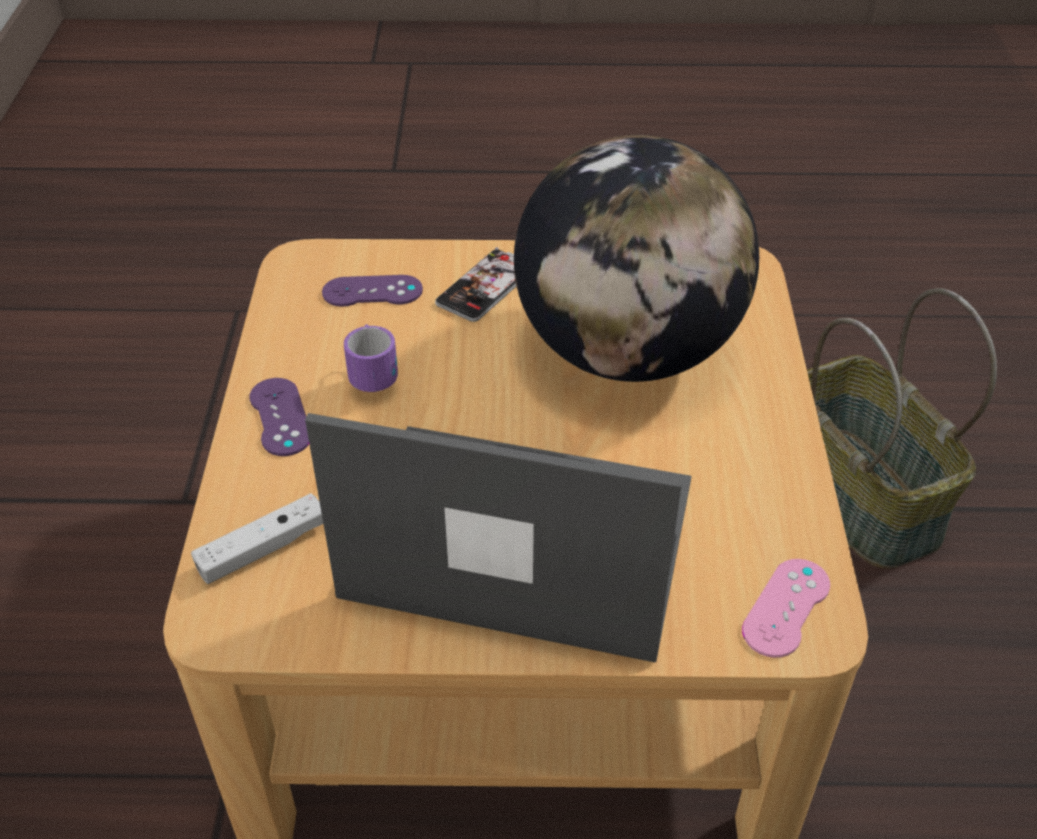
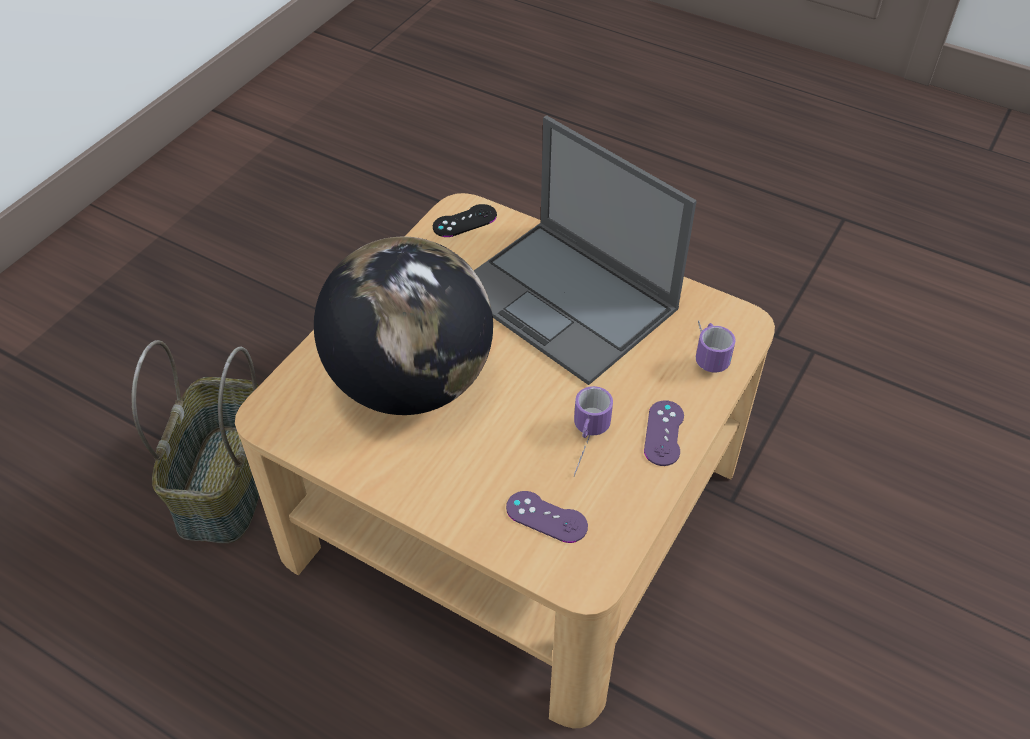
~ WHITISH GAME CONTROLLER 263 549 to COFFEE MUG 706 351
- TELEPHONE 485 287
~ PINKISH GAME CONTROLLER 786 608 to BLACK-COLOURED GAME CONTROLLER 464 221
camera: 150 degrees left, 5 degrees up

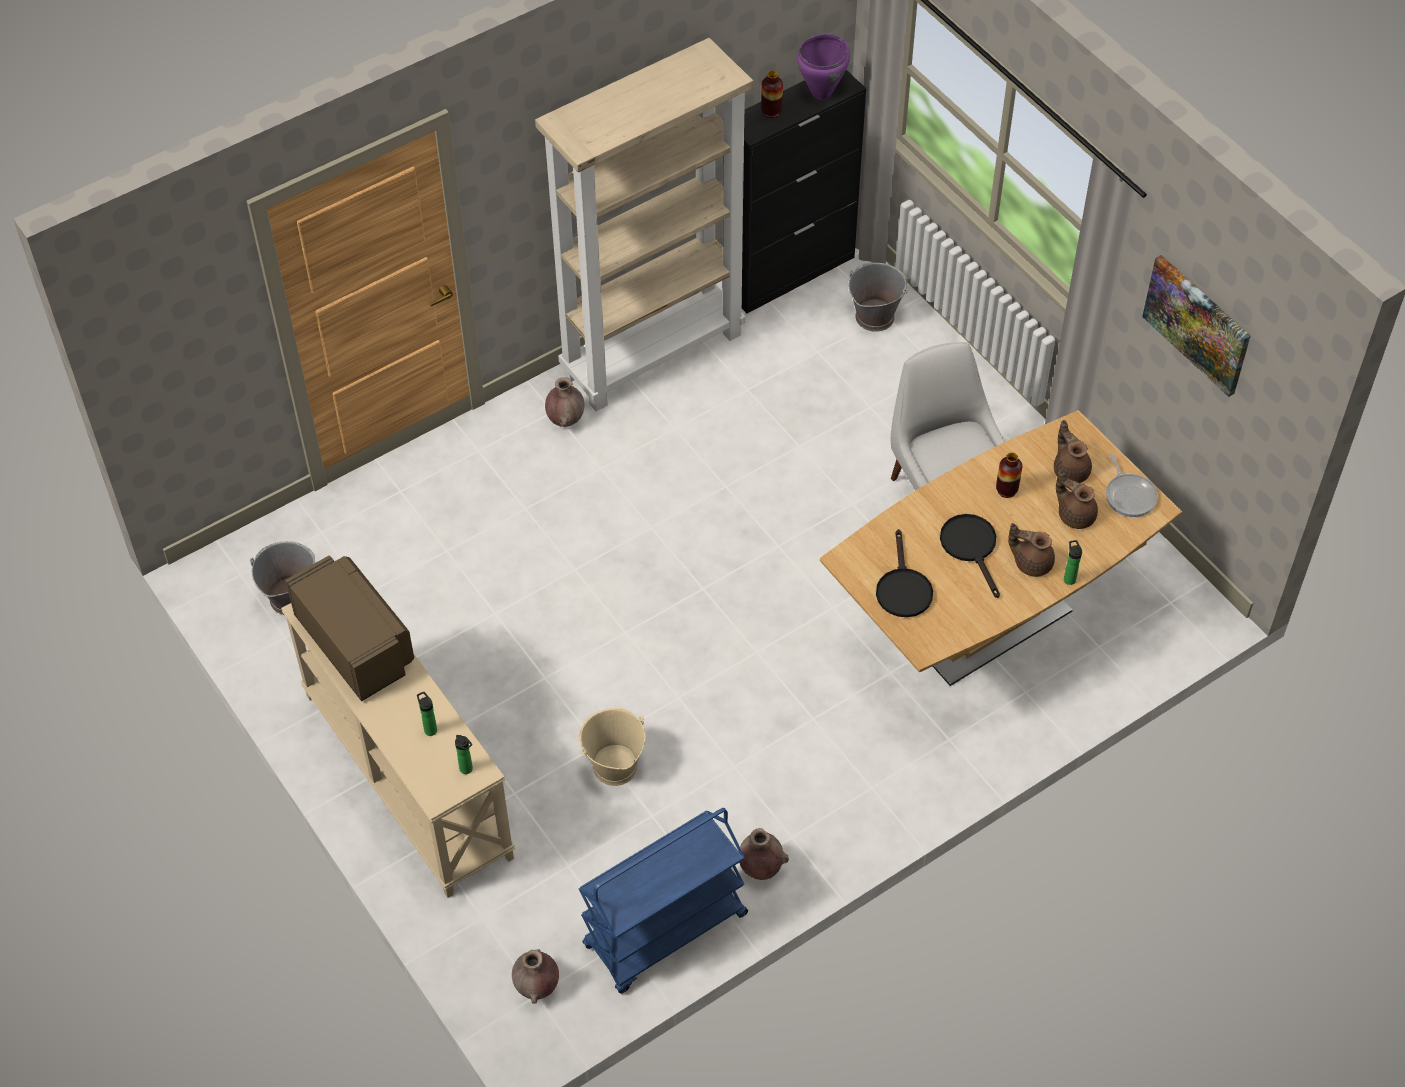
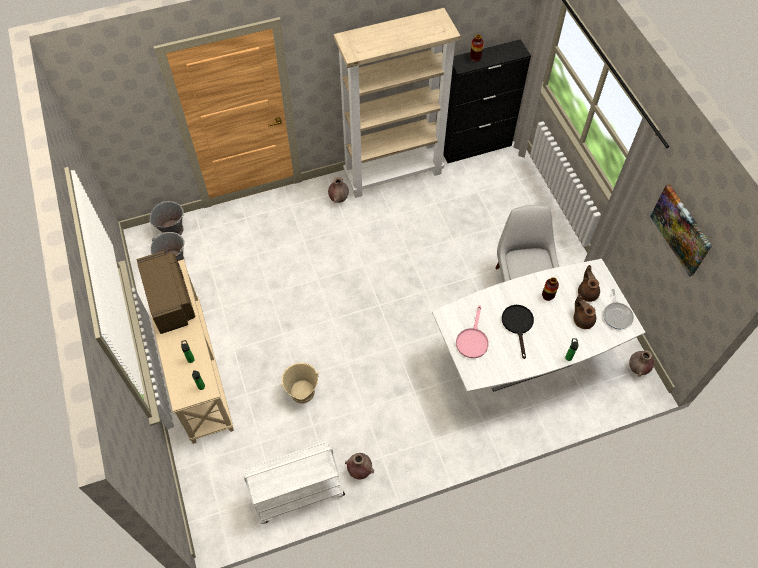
~ BROWNISH FLOWER VASE 537 987 to 637 369
~ BLUE-COLOURED CART 665 932 to WHITISH CART 297 494
- PURPLISH STOCKPOT 822 92
~ BROWNISH DINNER TABLE 987 622 to WHITISH DINNER TABLE 523 360
~ GRAY BUCKET 874 316 to 172 229
~ BLACK-COLOURED FRYING PAN 902 588 to PINKISH FRYING PAN 472 339
- BROWNISH TEA POT 1031 562
camera: 15 degrees right, 5 degrees up

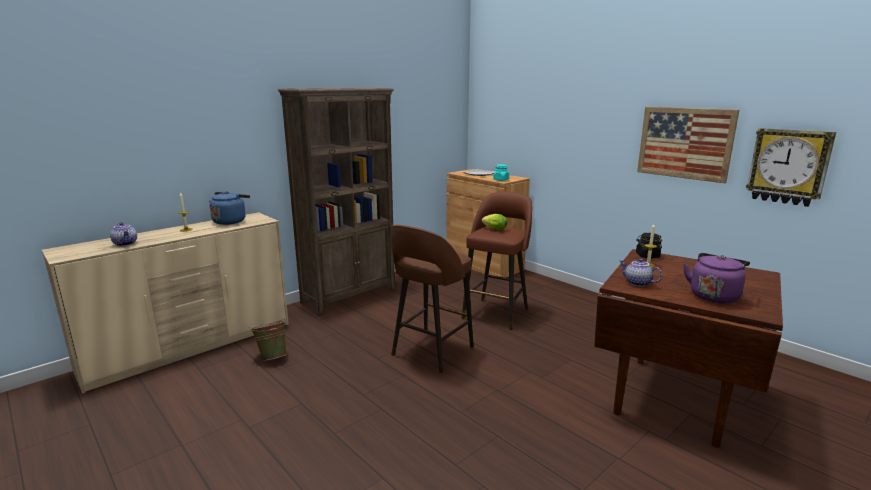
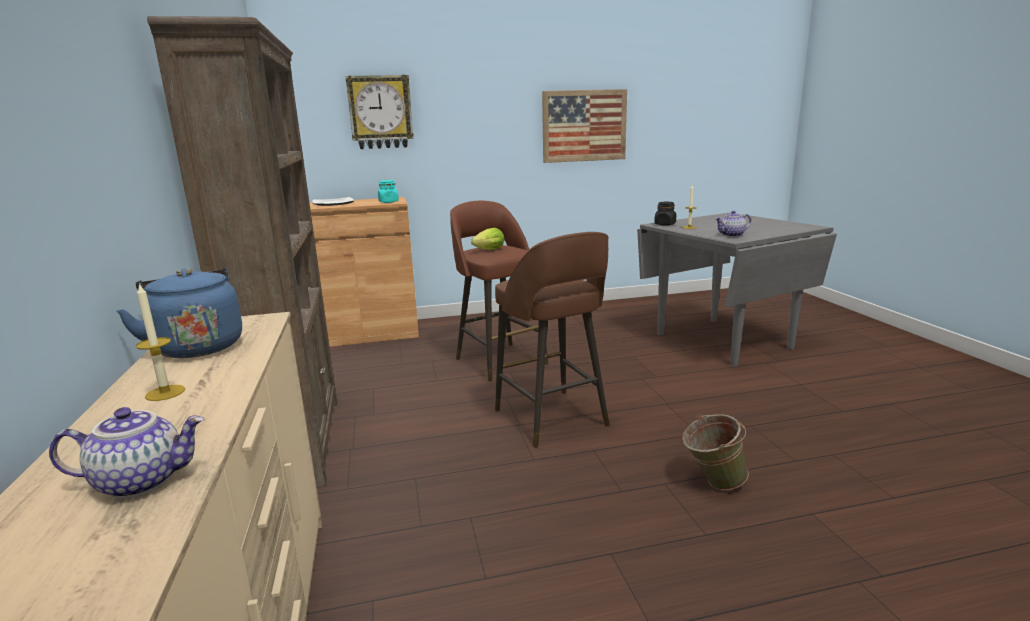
~ GREENISH BUCKET 272 357 to 712 483
~ BROWNISH DINNER TABLE 674 399 to GRAY DINNER TABLE 723 340
- PURPLISH KETTLE 714 296
~ WALL CLOCK 788 166 to 380 112
camera: 60 degrees left, 0 degrees up

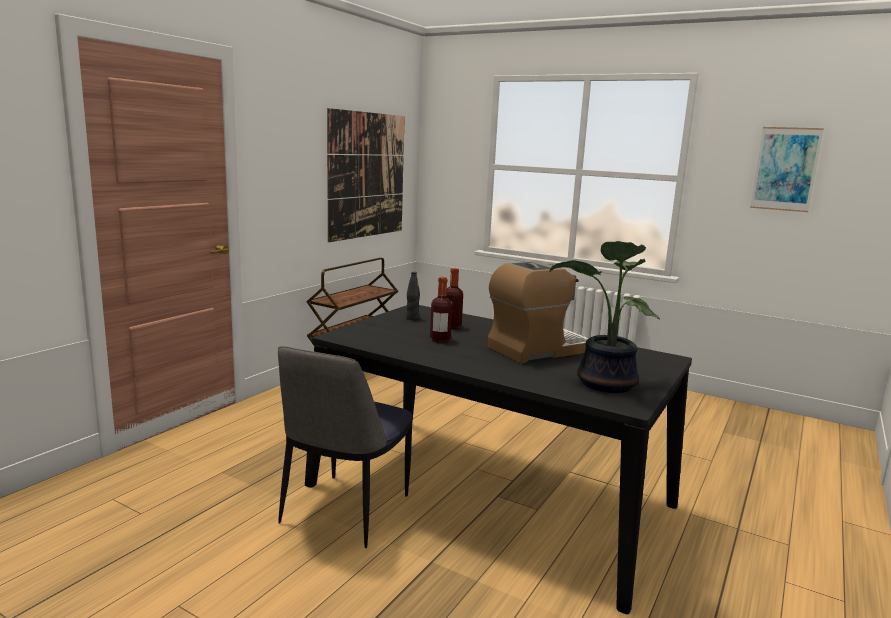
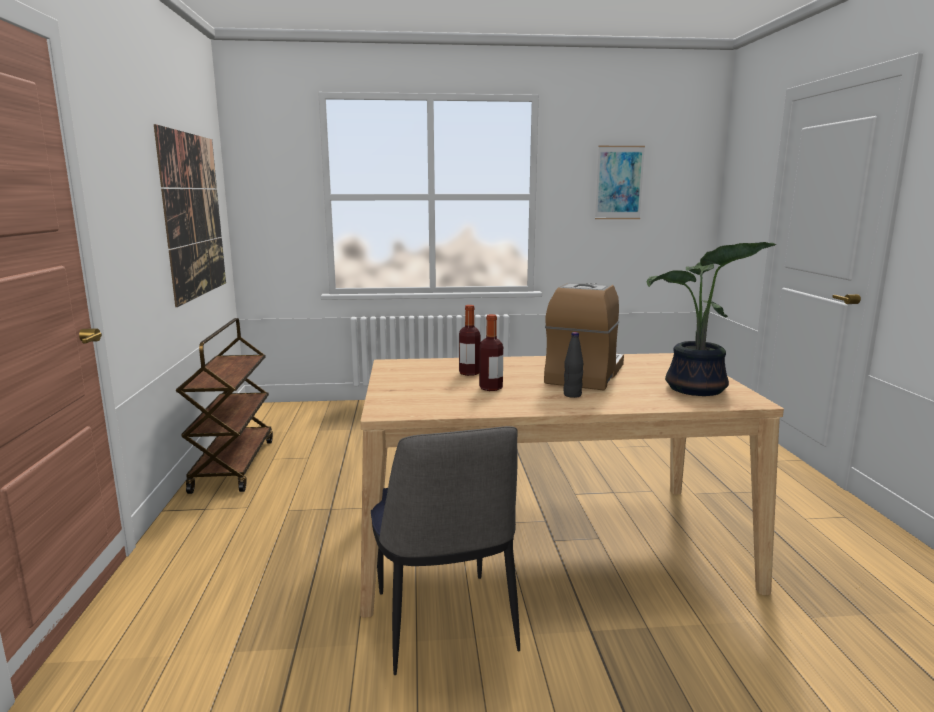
~ BLACK-COLOURED DINNER TABLE 490 495 to BEIGE DINNER TABLE 547 542
~ BLACK-COLOURED BEVERAGE BOTTLE 412 318 to 572 395
camera: 35 degrees left, 0 degrees up

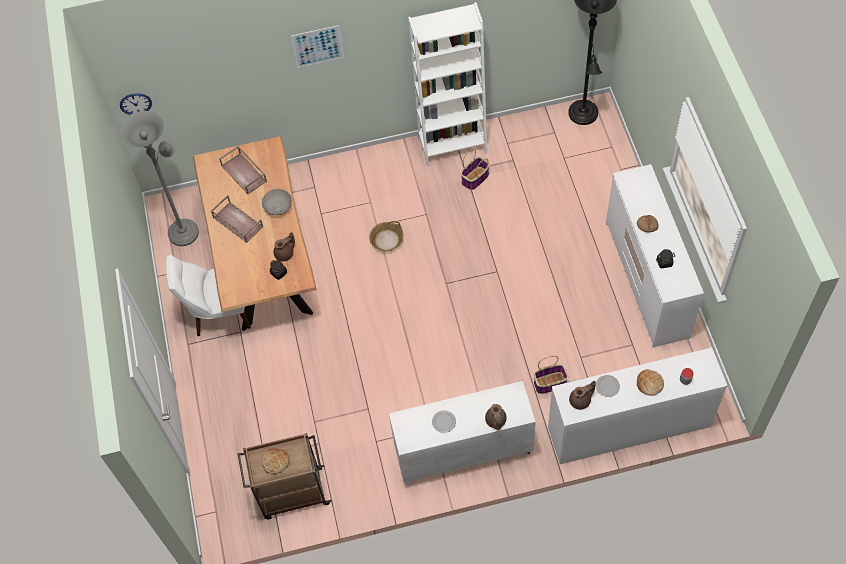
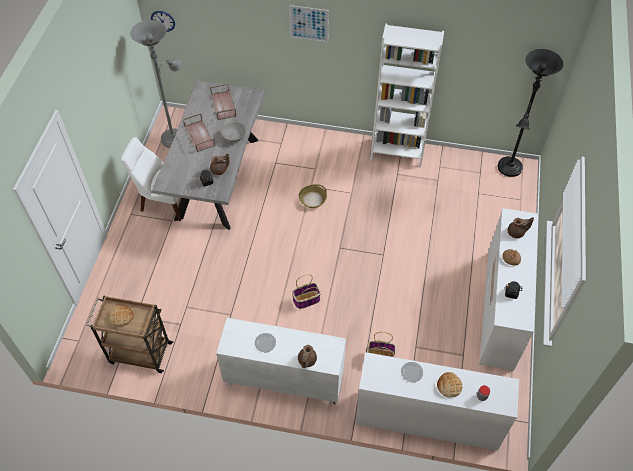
~ BROWNISH DINNER TABLE 264 260 to GRAY DINNER TABLE 217 178
~ STORAGE BASKET 475 179 to 306 300
~ BROWNISH TEA POT 581 400 to 516 232
camera: 20 degrees right, 5 degrees down

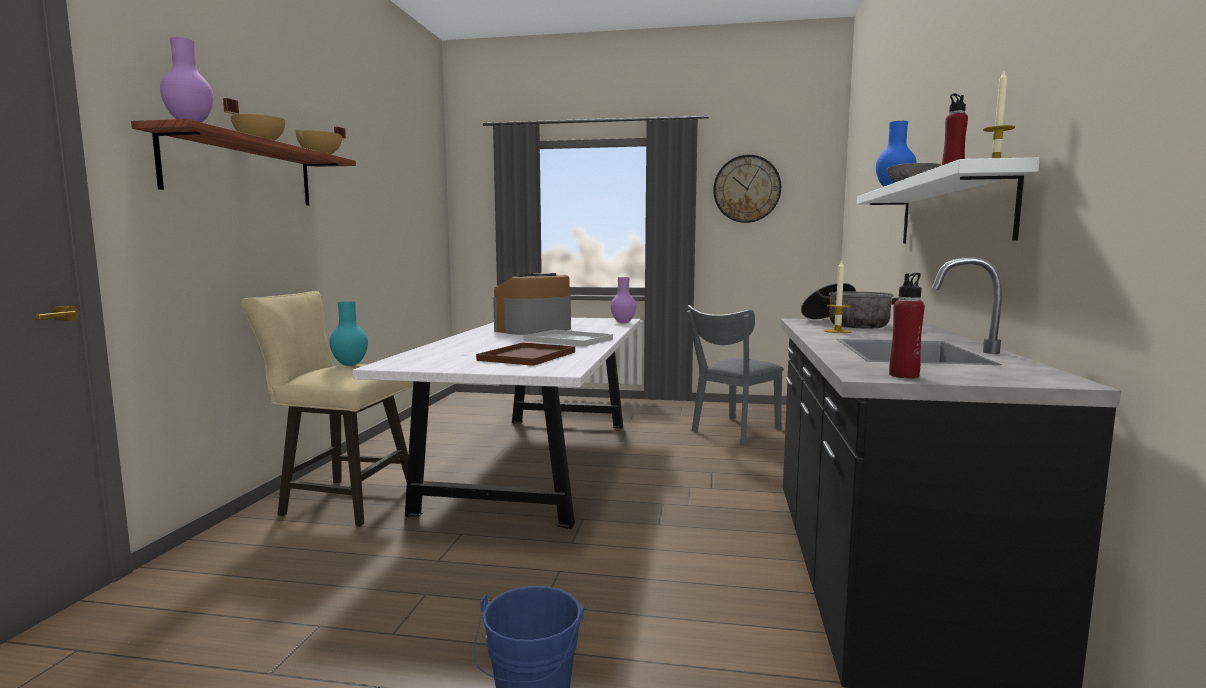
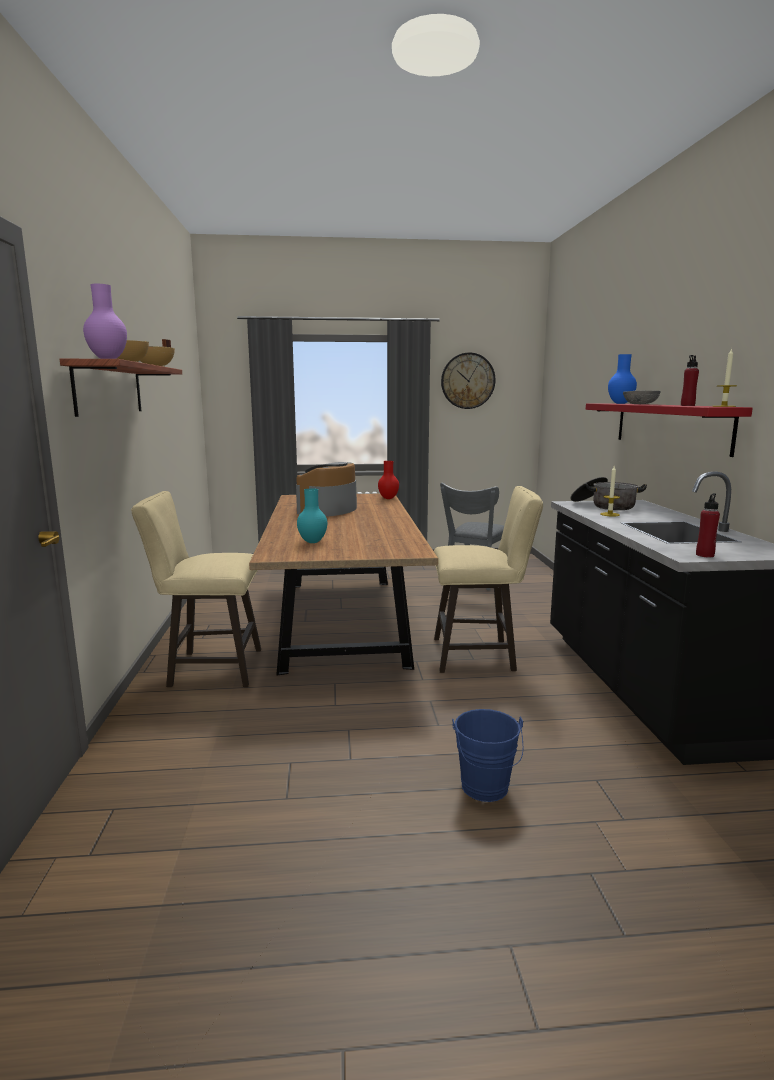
~ BLUE-GREEN FLOWER VASE 350 364 to 312 542
~ WHITISH DINNER TABLE 536 461 to BROWNISH DINNER TABLE 343 619
- BROWNISH TRAY 527 356
- WHITISH TRAY 570 340
~ PURPLISH FLOWER VASE 624 322 to REDDISH FLOWER VASE 389 498
~ WHITISH WALL SHELF 950 212 to REDDISH WALL SHELF 669 426
+ BEIGE STOOL SEAT 480 655
camera: 15 degrees left, 5 degrees up

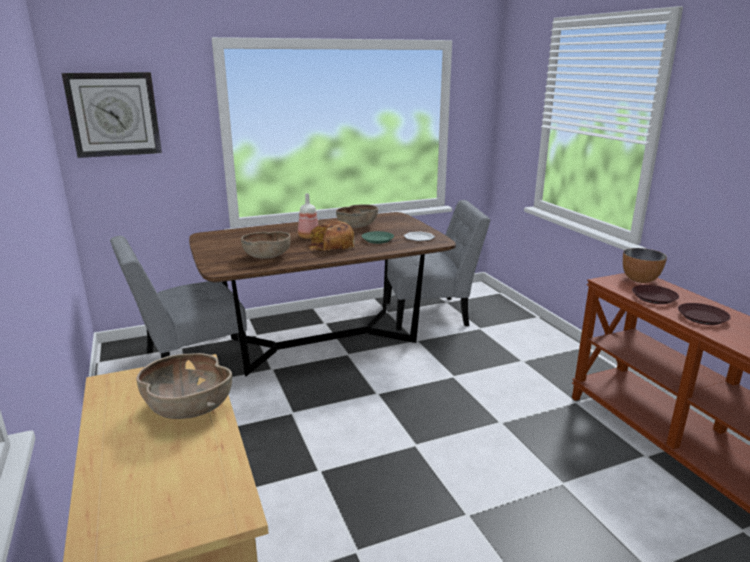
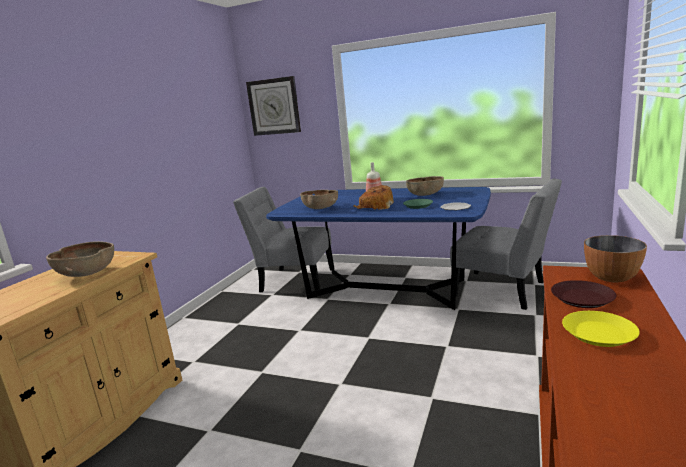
~ BROWNISH DINNER TABLE 323 341 to BLUE-COLOURED DINNER TABLE 386 290
~ BROWNISH DINNER PLATE 702 318 to YELLOWISH DINNER PLATE 599 334
camera: 45 degrees right, 5 degrees down

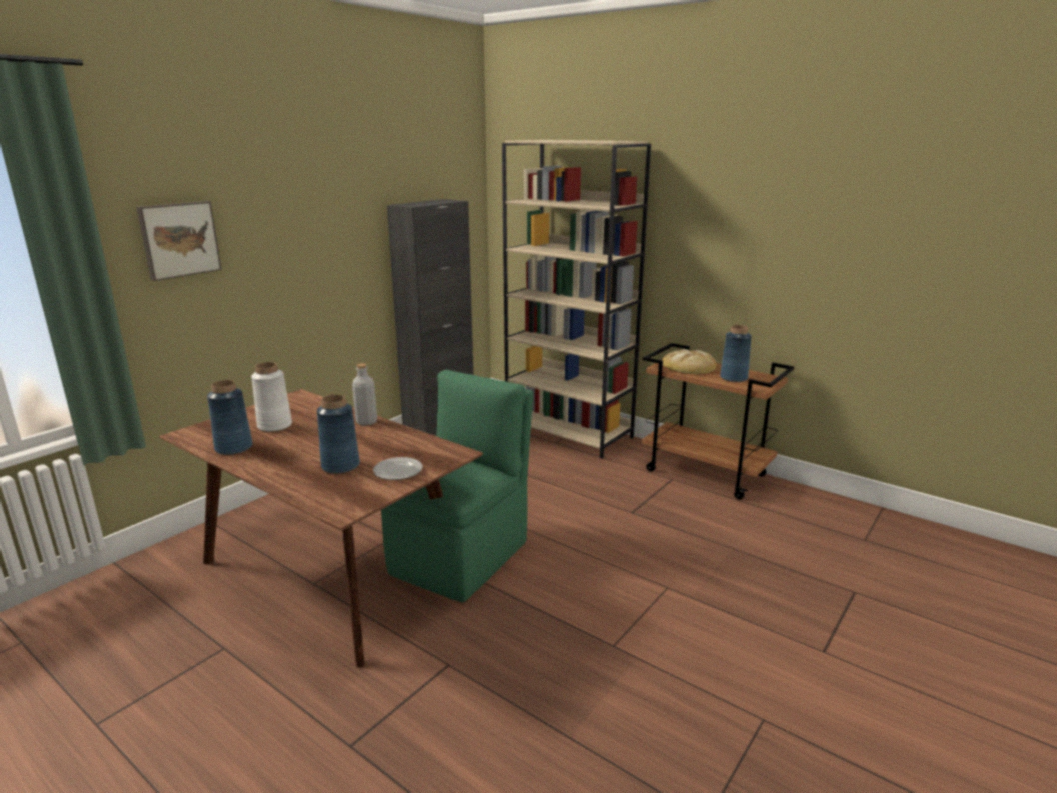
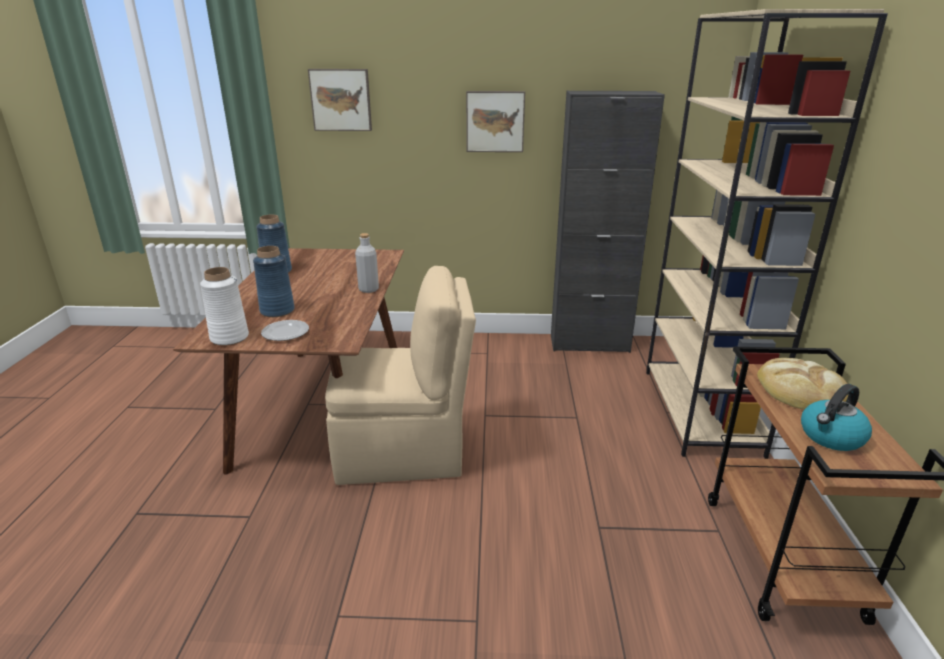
~ WHITISH FLOWER VASE 274 426 to 229 337
~ GREENISH PLAIN CHAIR 462 556 to BEIGE PLAIN CHAIR 403 452
~ BLUE-COLOURED FLOWER VASE 734 378 to KETTLE 831 437
+ WALL PICTURE 495 121
camera: 55 degrees right, 5 degrees up

